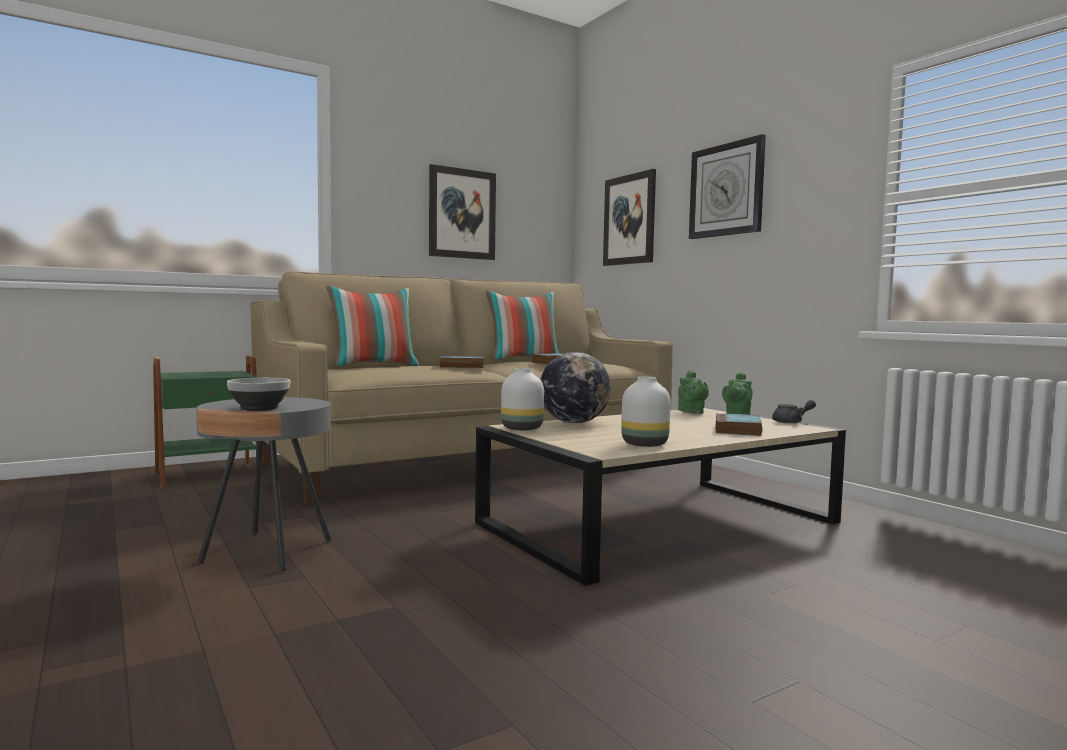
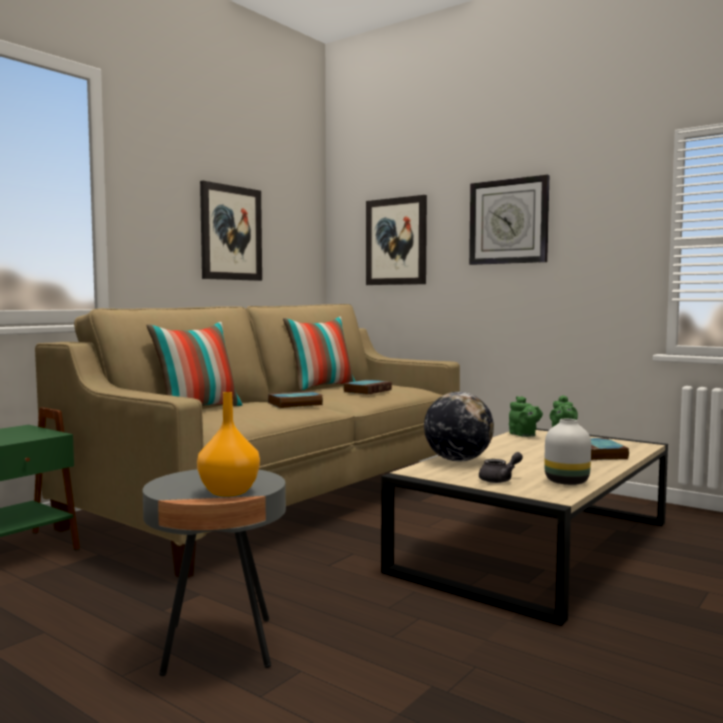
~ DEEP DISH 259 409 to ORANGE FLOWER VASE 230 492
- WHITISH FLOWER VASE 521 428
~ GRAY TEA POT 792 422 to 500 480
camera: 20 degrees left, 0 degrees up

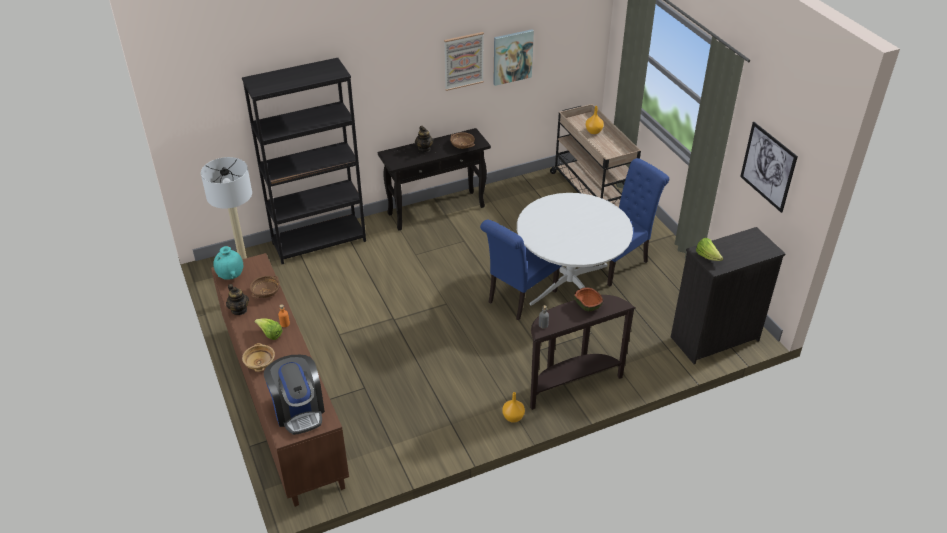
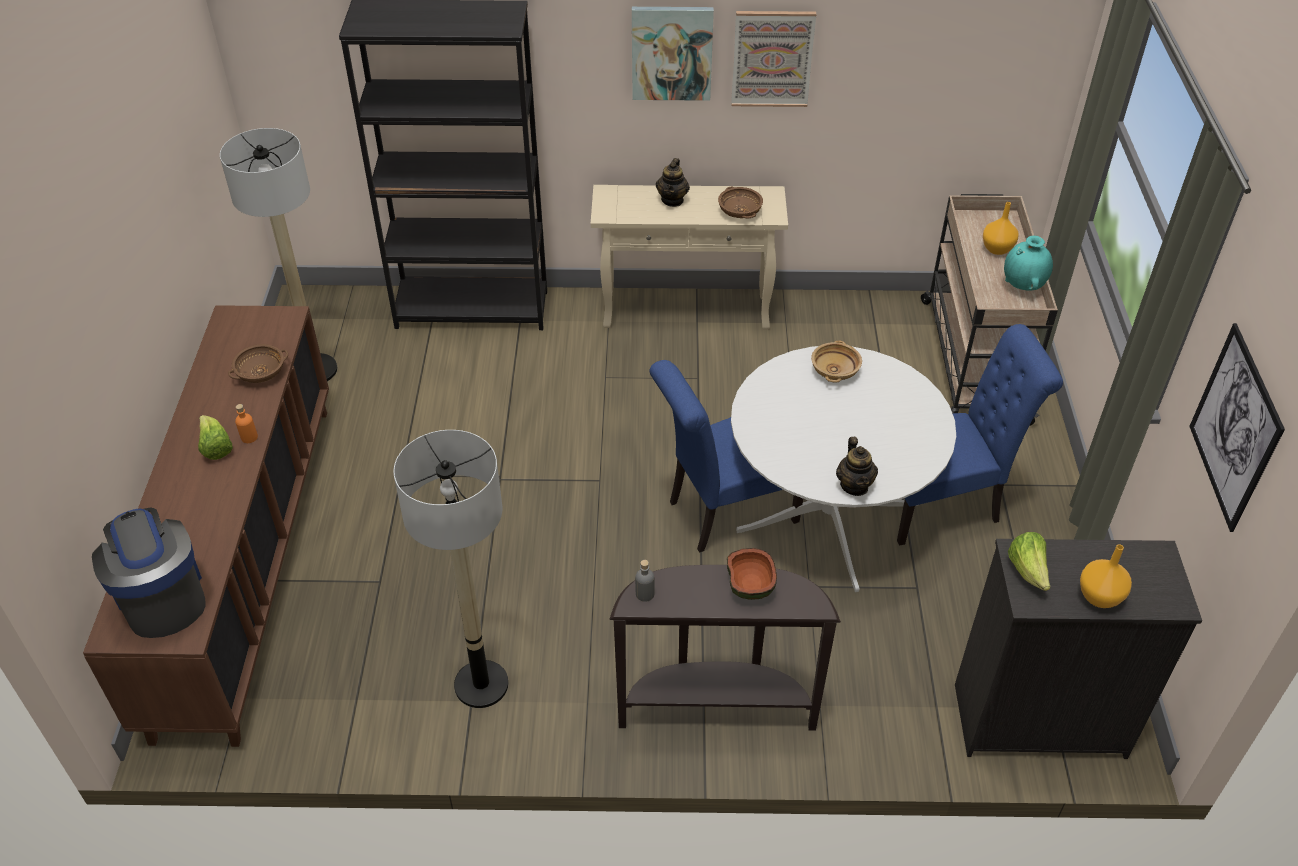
~ BLUE-GREEN FLOWER VASE 231 277 to 1023 287
~ TEA POT 239 310 to 854 485
~ BEIGE DEEP DISH 260 363 to 835 371
~ COFFEE MACHINE 298 410 = 162 597 150 degrees clockwise
~ BLACK-COLOURED NARROW TABLE 437 210 to BEIGE NARROW TABLE 687 311
~ WALL PICTURE 512 57 to 672 52
~ ORANGE FLOWER VASE 513 417 to 1100 597
+ STANDARD LAMP 481 684
camera: 25 degrees right, 5 degrees up

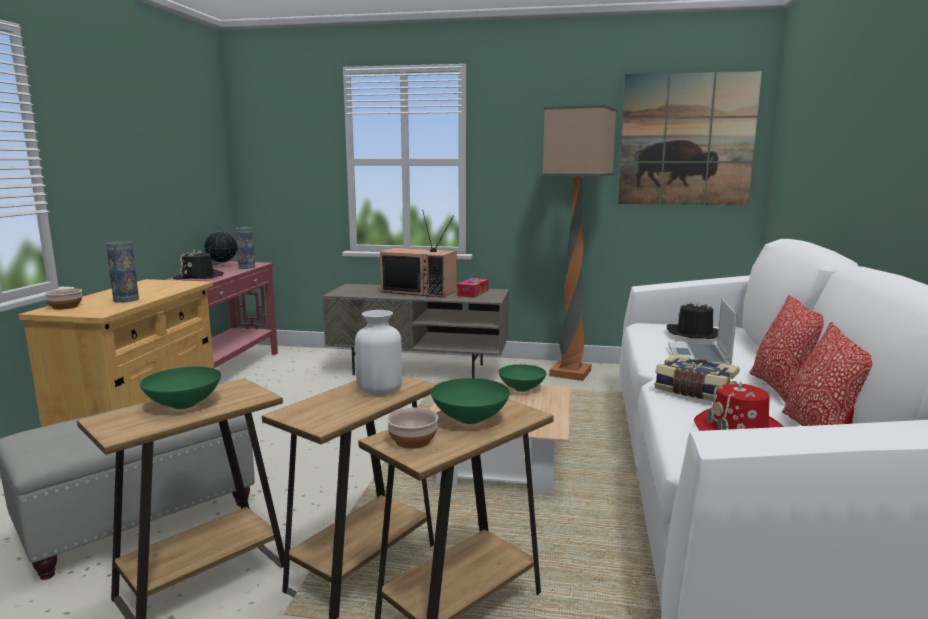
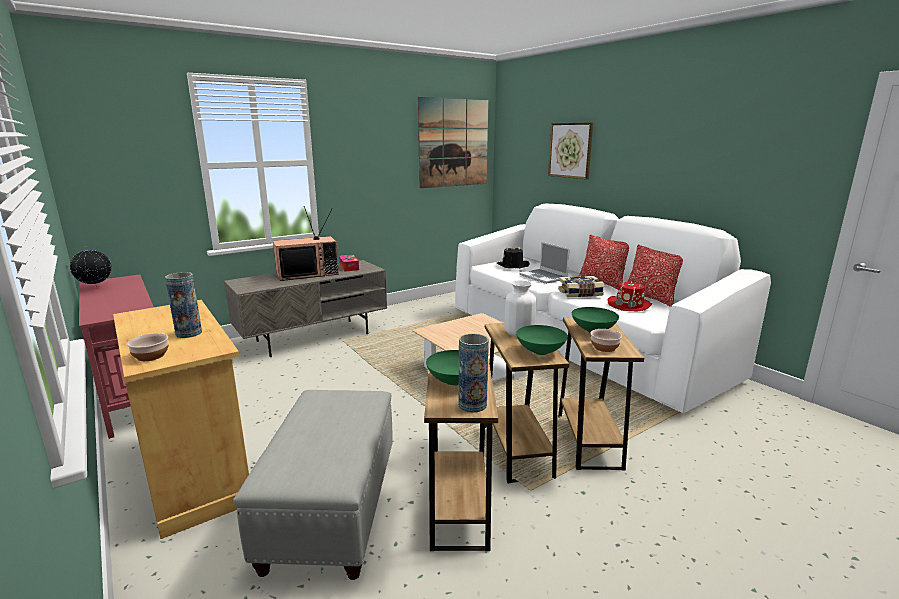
- BLACK-COLOURED HAT 198 277
~ FLOWER VASE 247 267 to 472 405
~ GREENISH DEEP DISH 521 388 to 539 351
- STANDARD LAMP 571 373
+ WALL PICTURE 570 150
camera: 45 degrees left, 5 degrees up

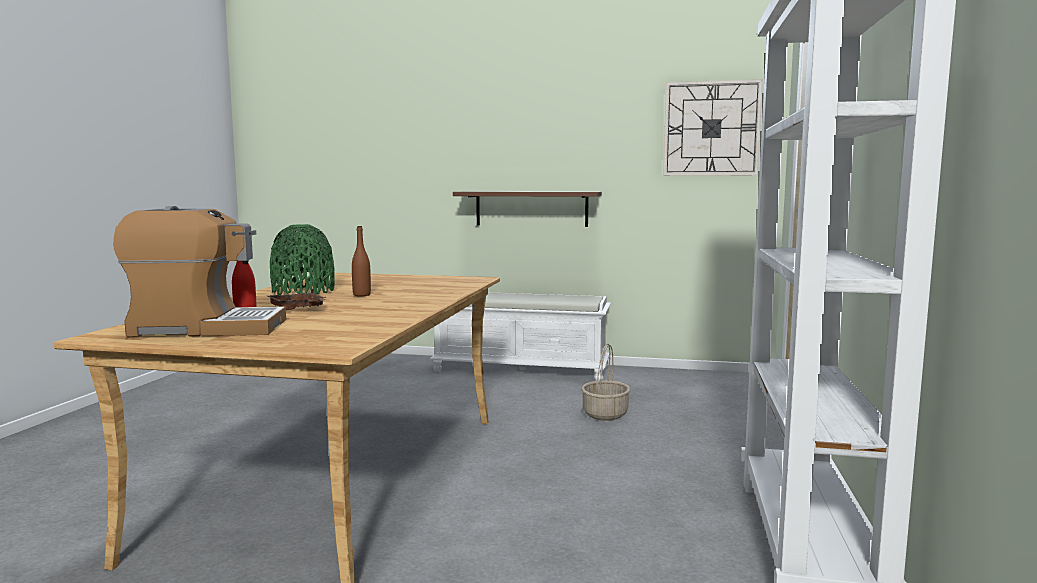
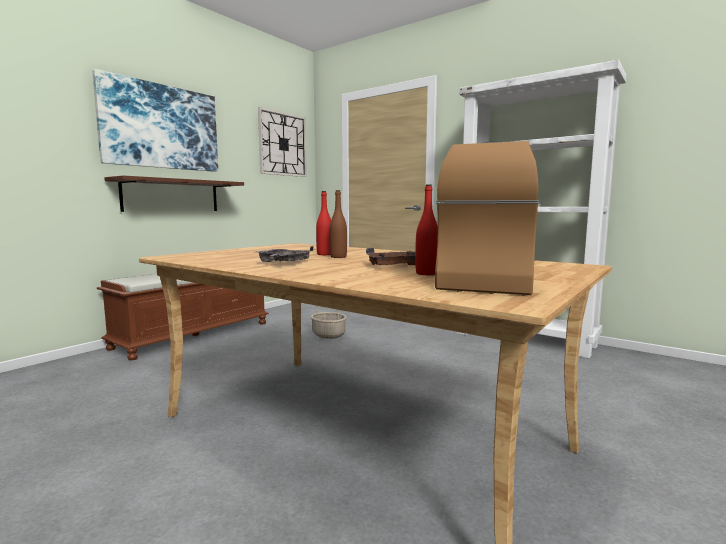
~ GREENISH FLOWER VASE 303 291 to GRAY TRAY 283 263
~ WHITISH LONG SEAT 522 369 to BROWNISH LONG SEAT 194 335
+ WALL PICTURE 161 127
+ REDDISH BEVERAGE BOTTLE 324 254
camera: 65 degrees left, 0 degrees up

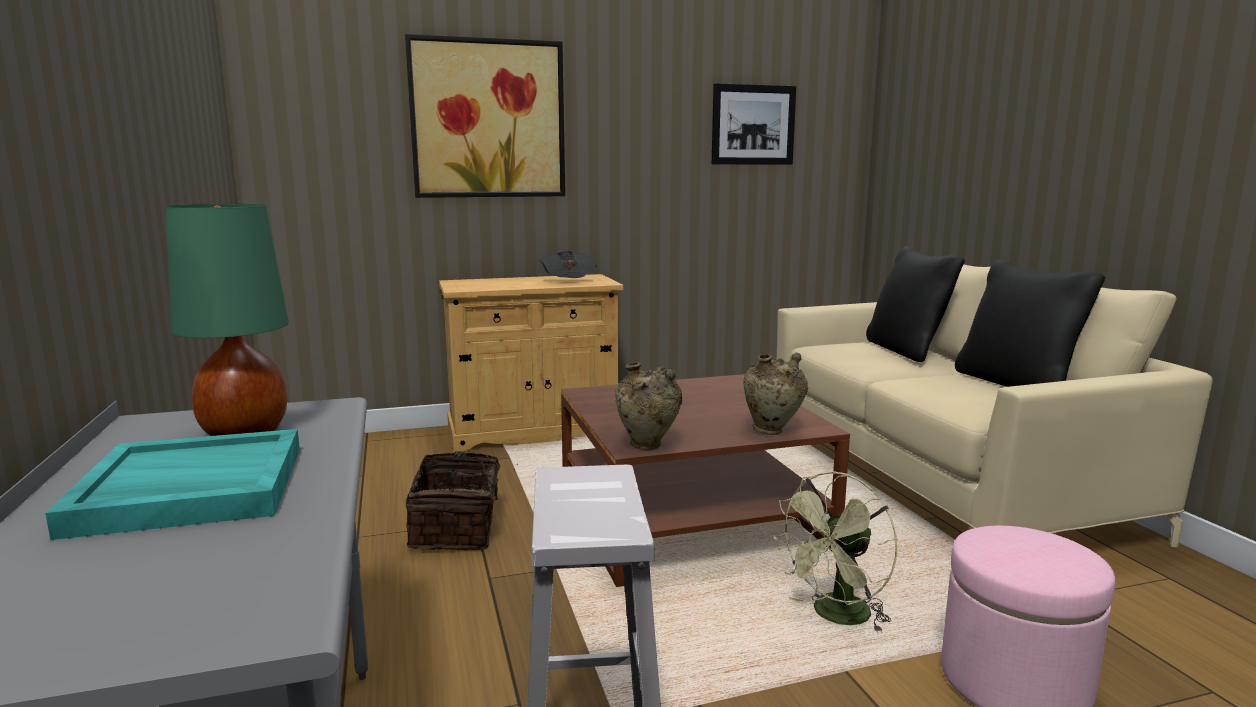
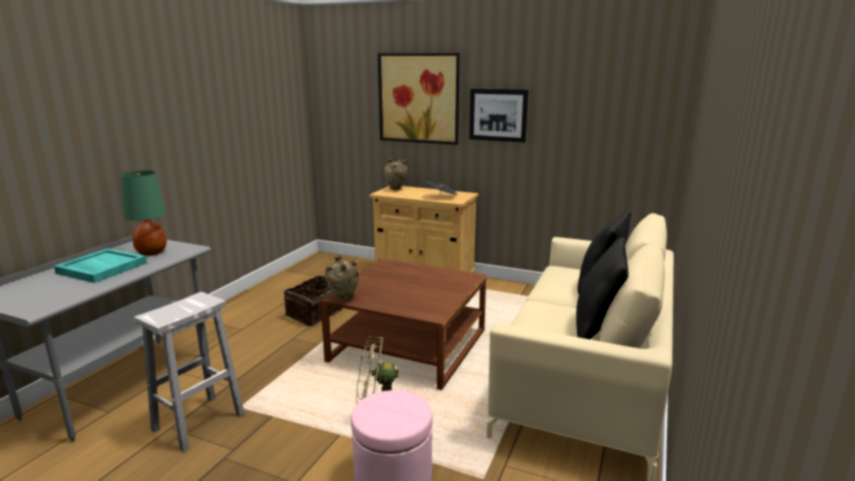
~ WALL PICTURE 753 125 to 498 115
~ BEIGE FLOWER VASE 772 431 to 396 189
camera: 40 degrees right, 5 degrees up

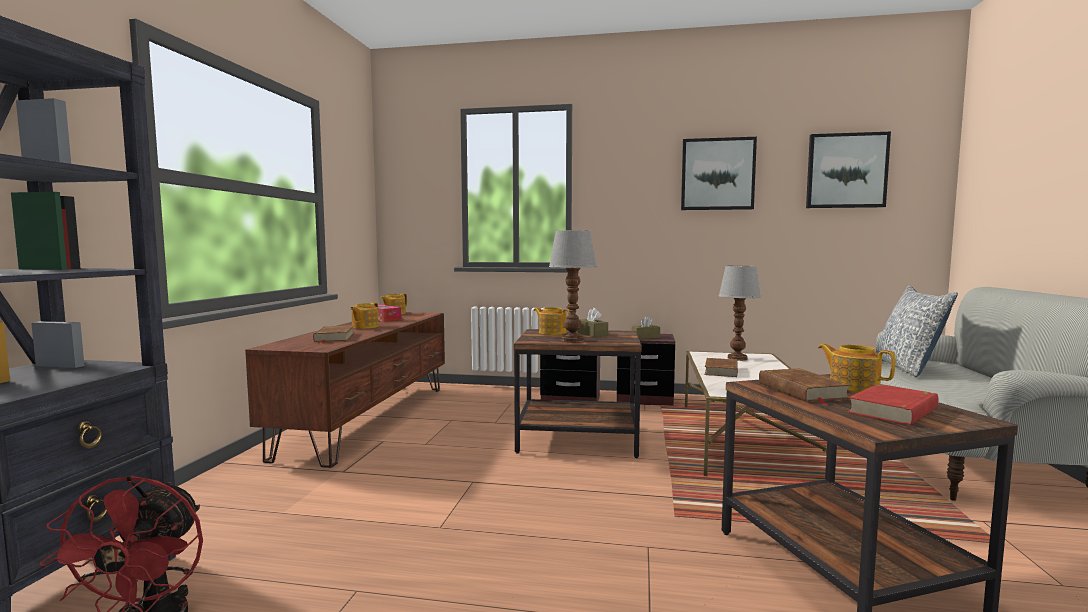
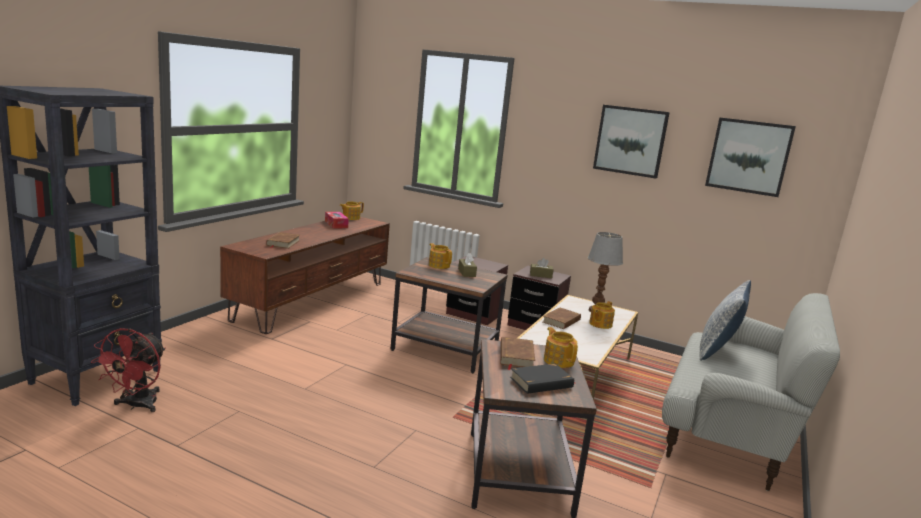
~ TEA POT 364 327 to 600 324
- TABLE LAMP 571 340
~ REDDISH VOLUME 893 410 to BLACK-COLOURED VOLUME 541 382
camera: 15 degrees right, 10 degrees up

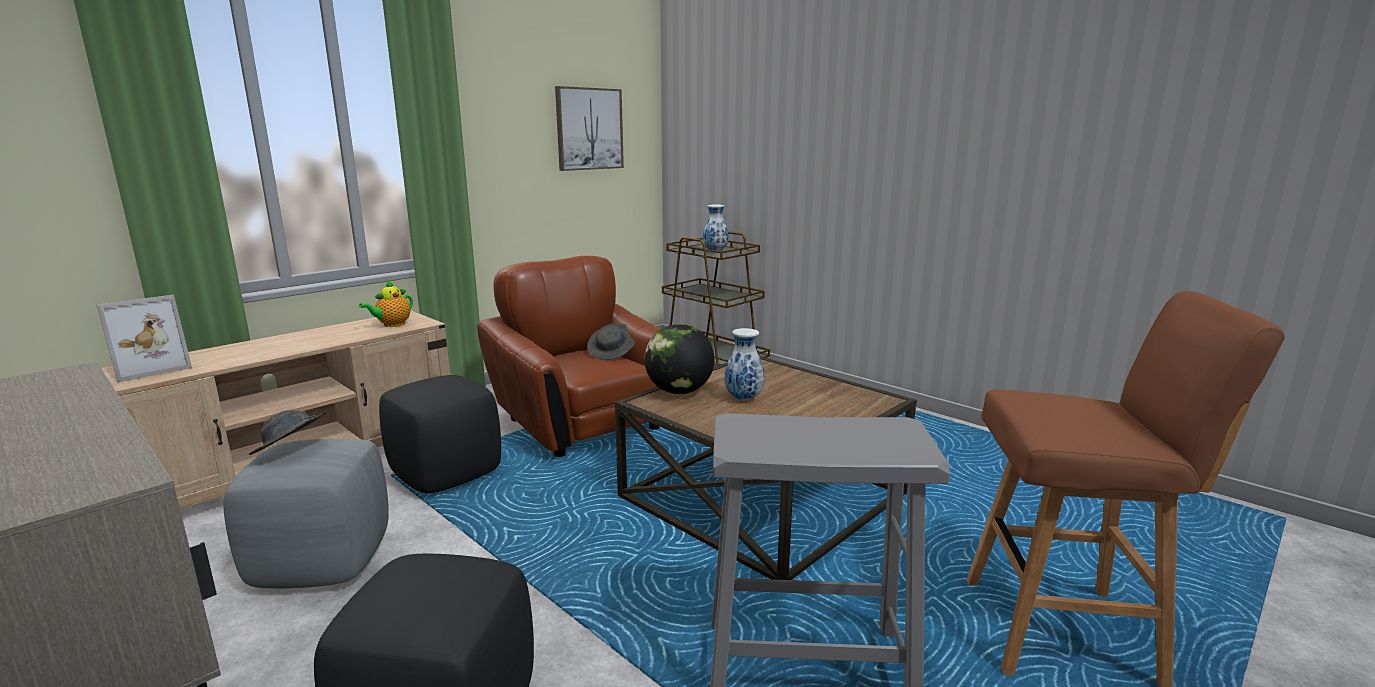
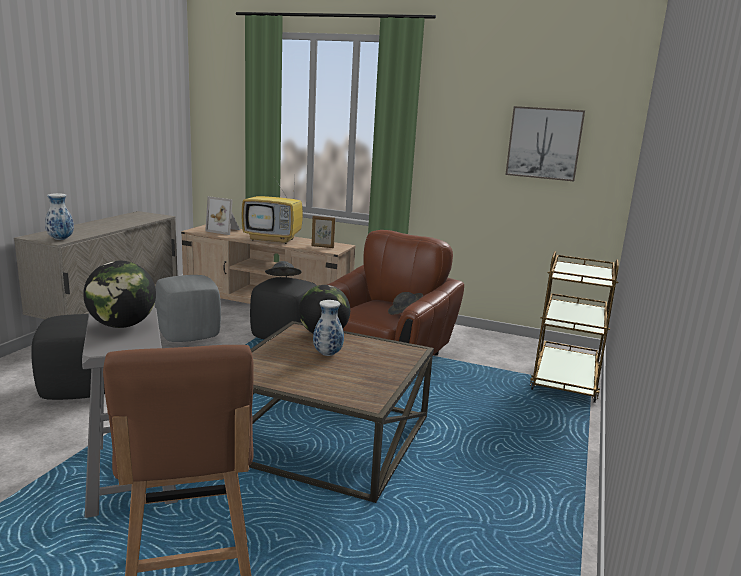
~ GRAY HAT 291 450 to 282 280
~ TEA POT 392 325 to STANDING FRAME 322 247
~ FLOWER VASE 716 251 to 60 239
+ GLOBE 122 325
+ TELEVISION 273 239
camera: 65 degrees right, 0 degrees up

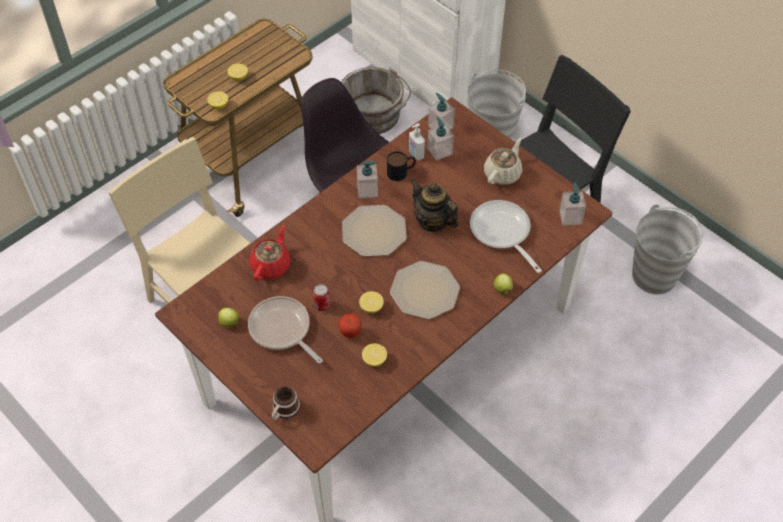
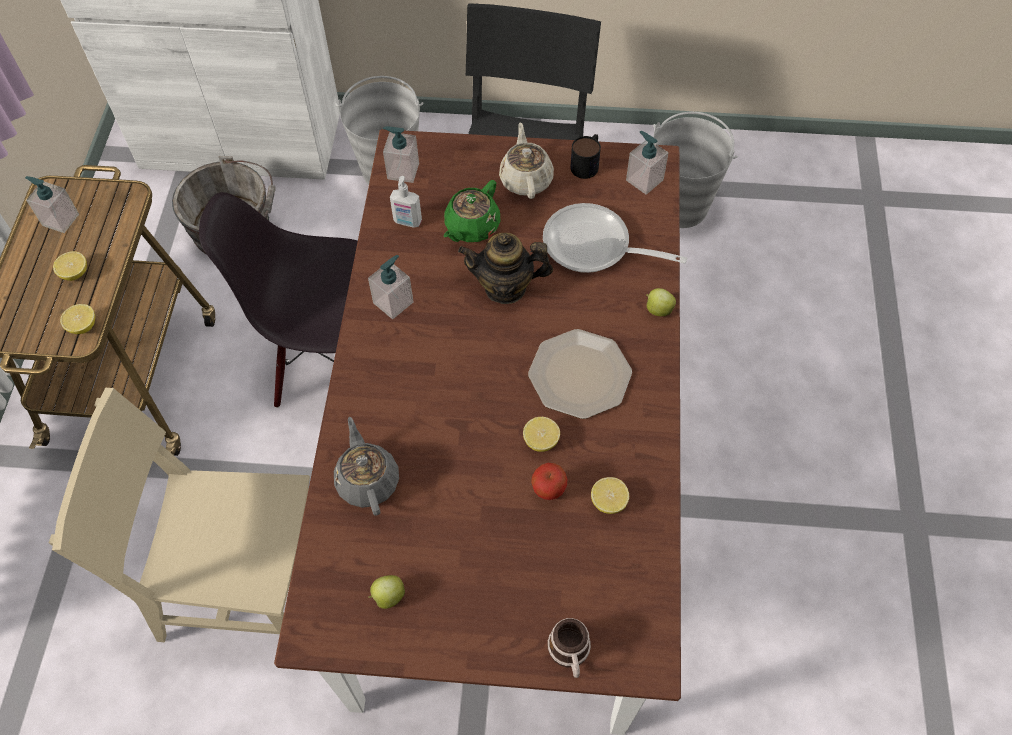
- FRYING PAN 282 330
~ REDDISH TEA POT 271 265 to GRAY TEA POT 367 480
- CAN 322 305
- DINNER PLATE 373 231
~ COFFEE MUG 401 172 to 587 163
~ SOAP DISPENSER 439 151 to 60 220
+ GREENISH TEA POT 471 227
camera: 40 degrees left, 5 degrees up

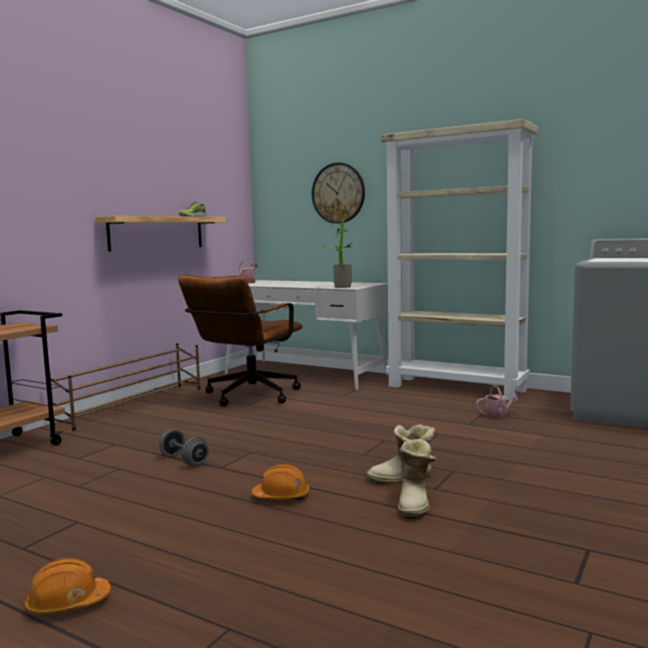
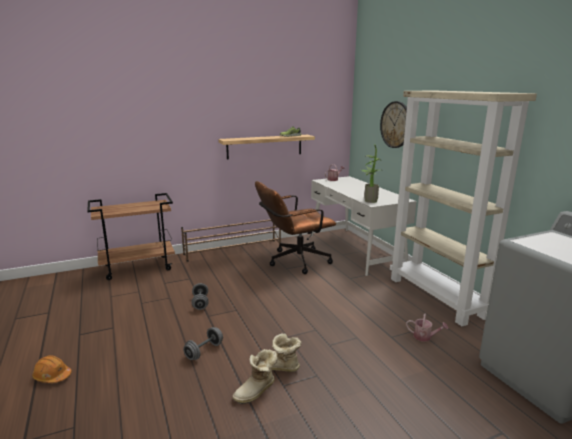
~ ORANGE HARD HAT 281 496 to GRAY HAND WEIGHT 204 351
camera: 35 degrees right, 10 degrees up

